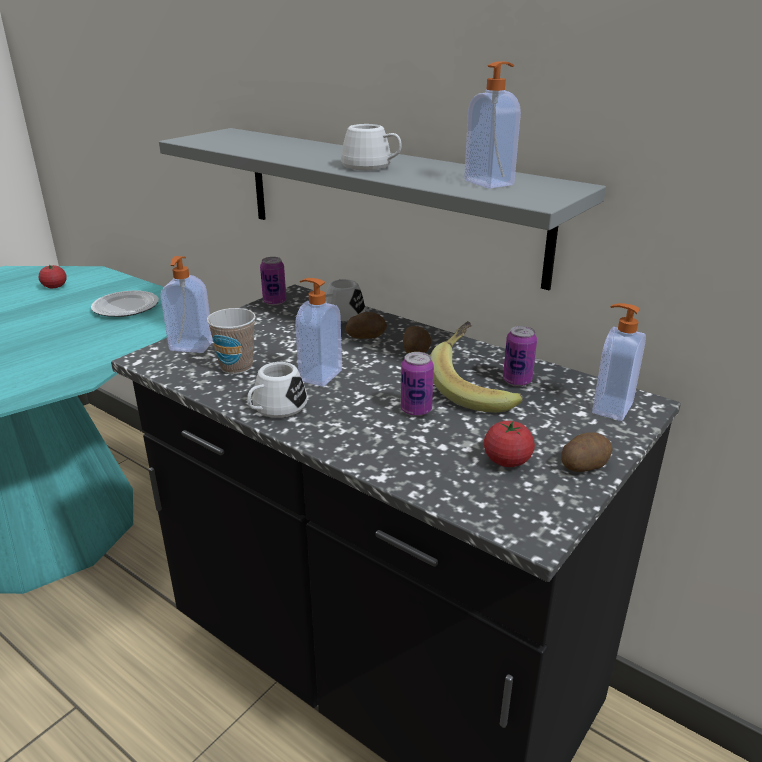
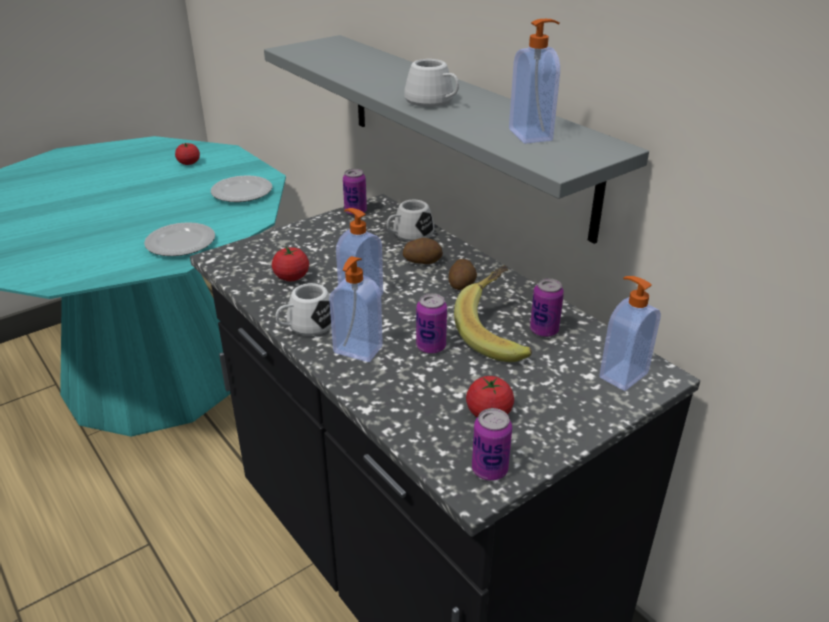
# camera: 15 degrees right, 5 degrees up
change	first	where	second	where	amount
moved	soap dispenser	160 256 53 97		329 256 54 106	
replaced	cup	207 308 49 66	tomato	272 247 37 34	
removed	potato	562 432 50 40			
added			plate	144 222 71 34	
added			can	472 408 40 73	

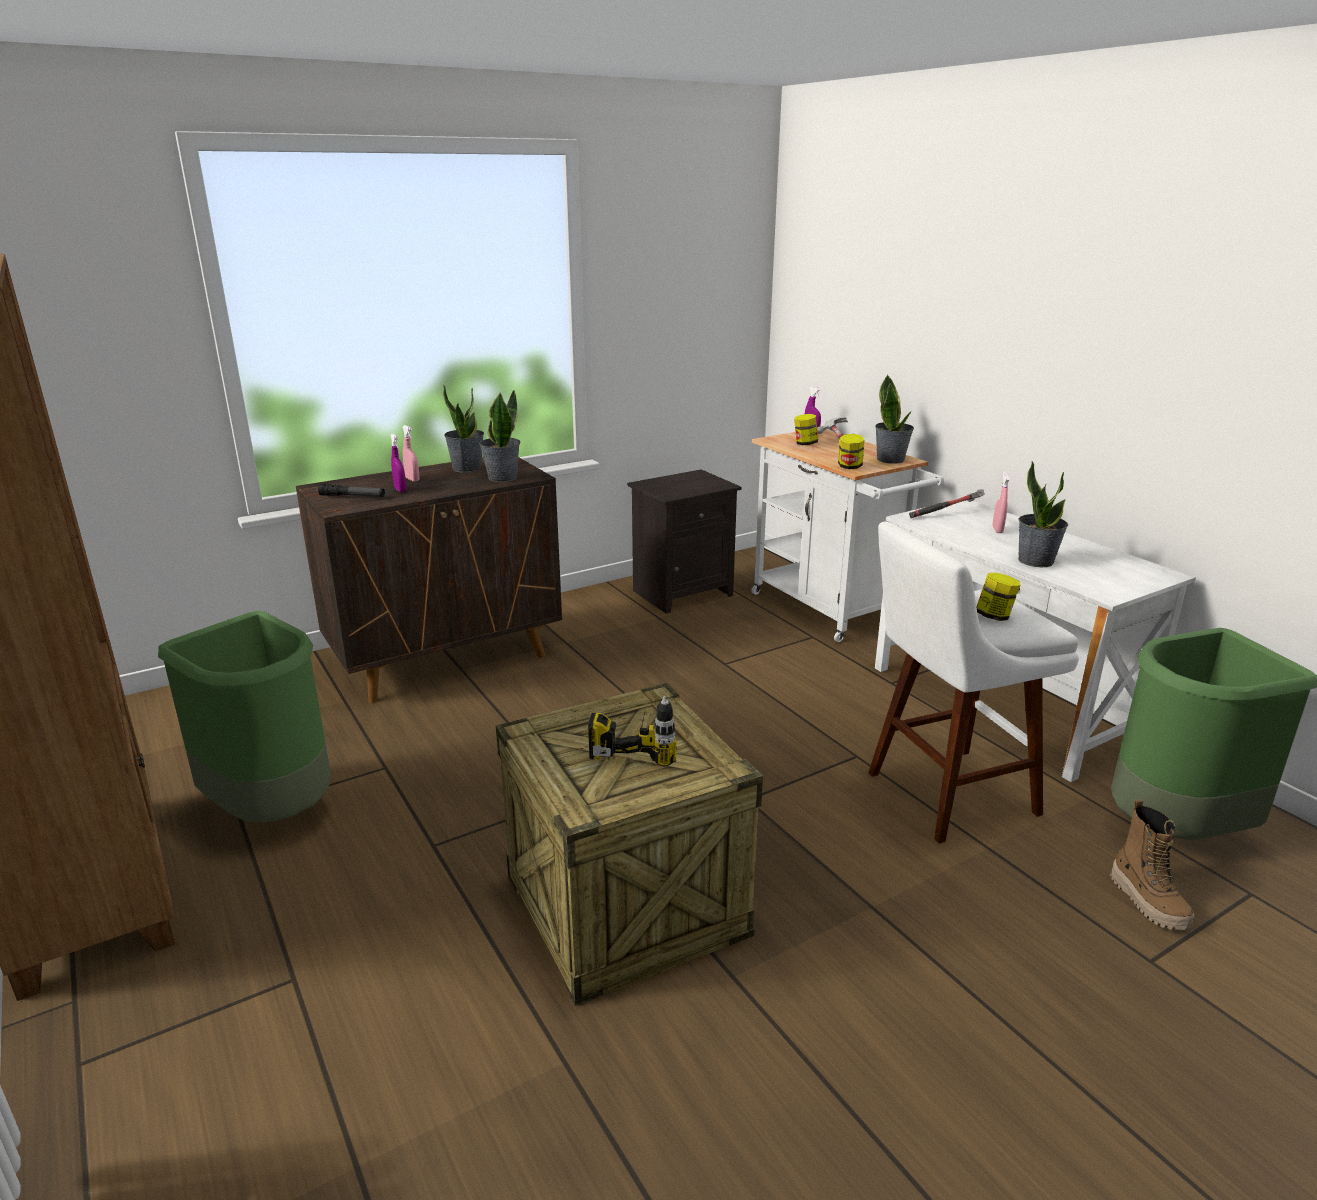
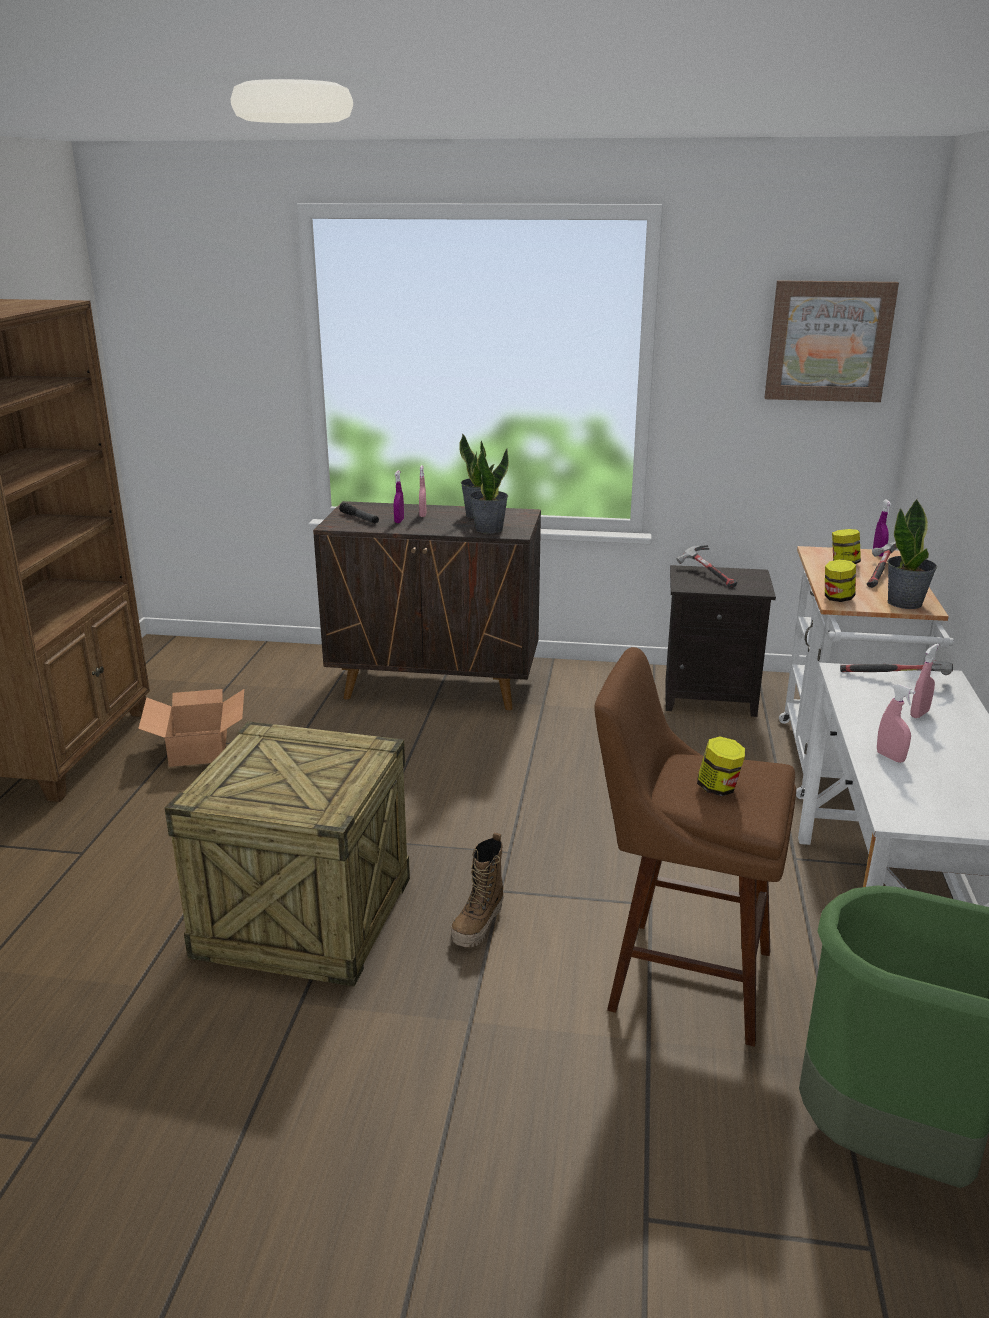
# camera: 40 degrees right, 0 degrees up
change	first	where	second	where	amount
replaced	green trash can	158 611 173 212	cardboard box	138 689 106 78	
removed	power drill	588 696 89 70			
recoloured	white stool	868 522 211 322	brown stool	594 647 202 400	
replaced	potted plant	1018 461 50 106	pink spray bottle	877 684 39 79	
moved	boot	1110 799 84 131		451 833 53 114	
added			hammer	676 545 62 43	
added			picture	764 280 135 122	

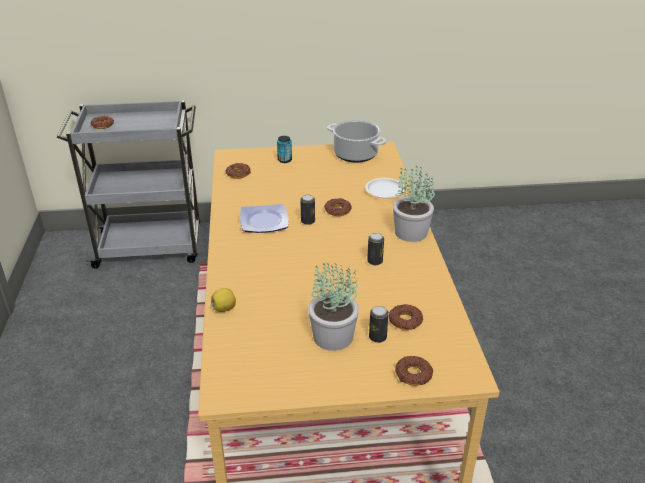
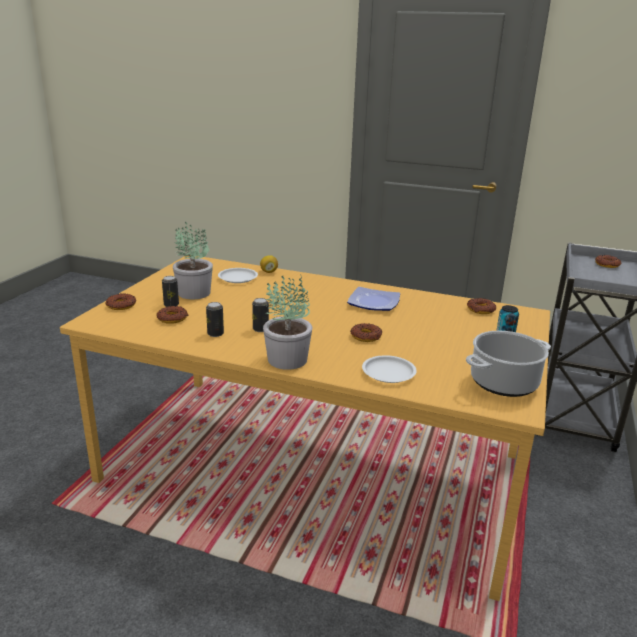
# camera: 115 degrees right, 10 degrees down
change	first	where	second	where	amount
moved	can	300 195 15 30		206 302 18 35	
added			white plate	218 268 40 15	

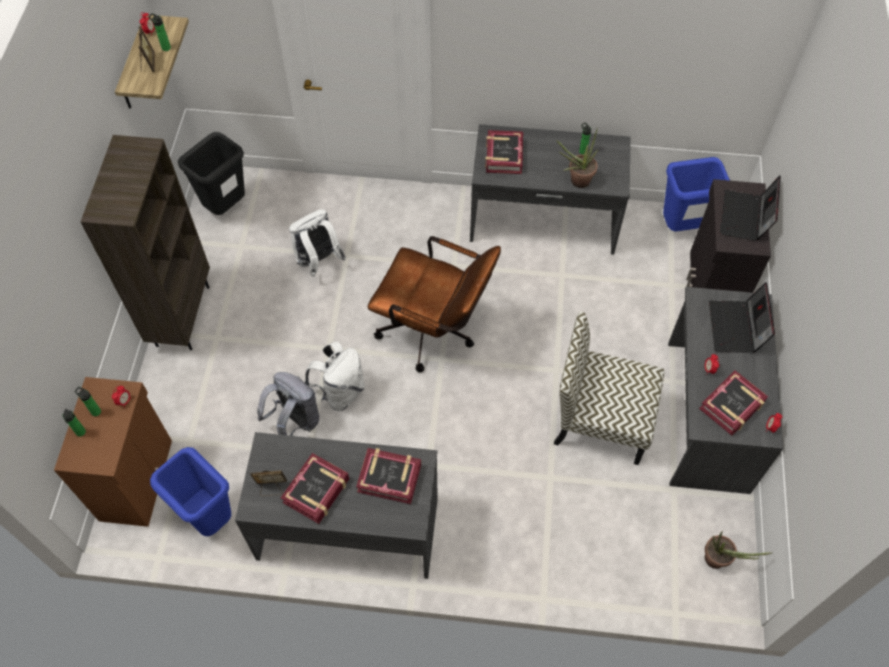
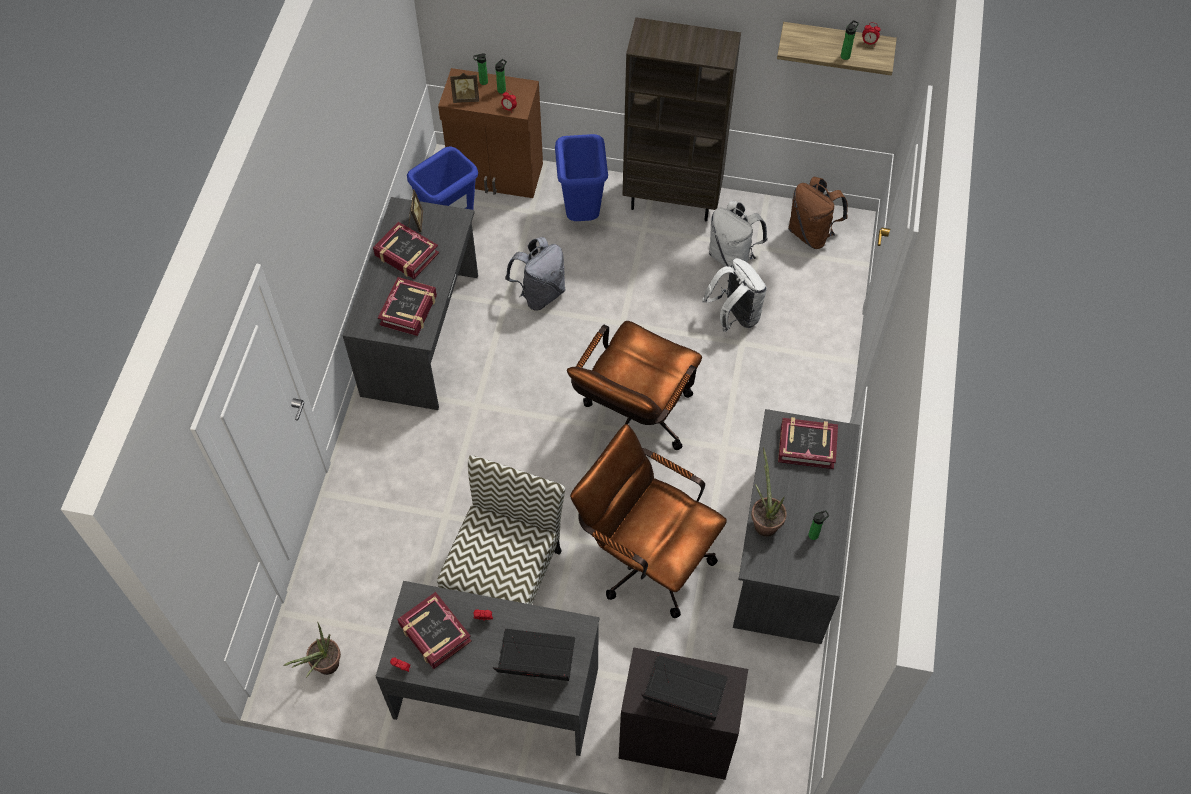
# camera: 95 degrees right, 0 degrees up
change	first	where	second	where	amount
moved	picture frame	139 26 16 46		450 73 29 30	
replaced	black trash can	178 132 67 83	brown backpack	788 177 60 72	
moved	white backpack	304 341 61 70		709 200 59 67	
moved	blue trash can	663 157 67 74		555 134 53 87	
added			brown office chair	570 424 157 194	

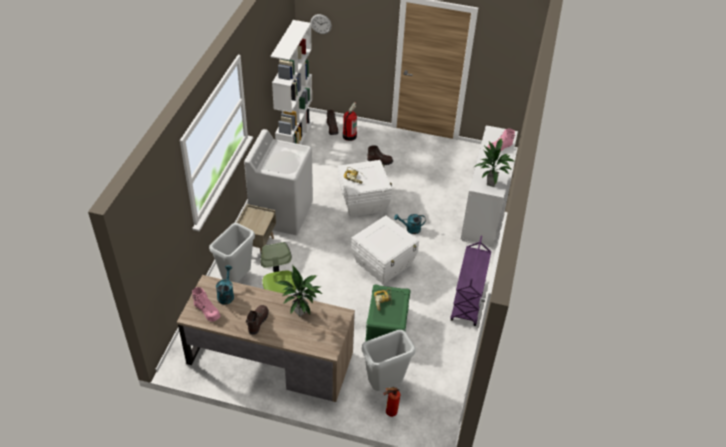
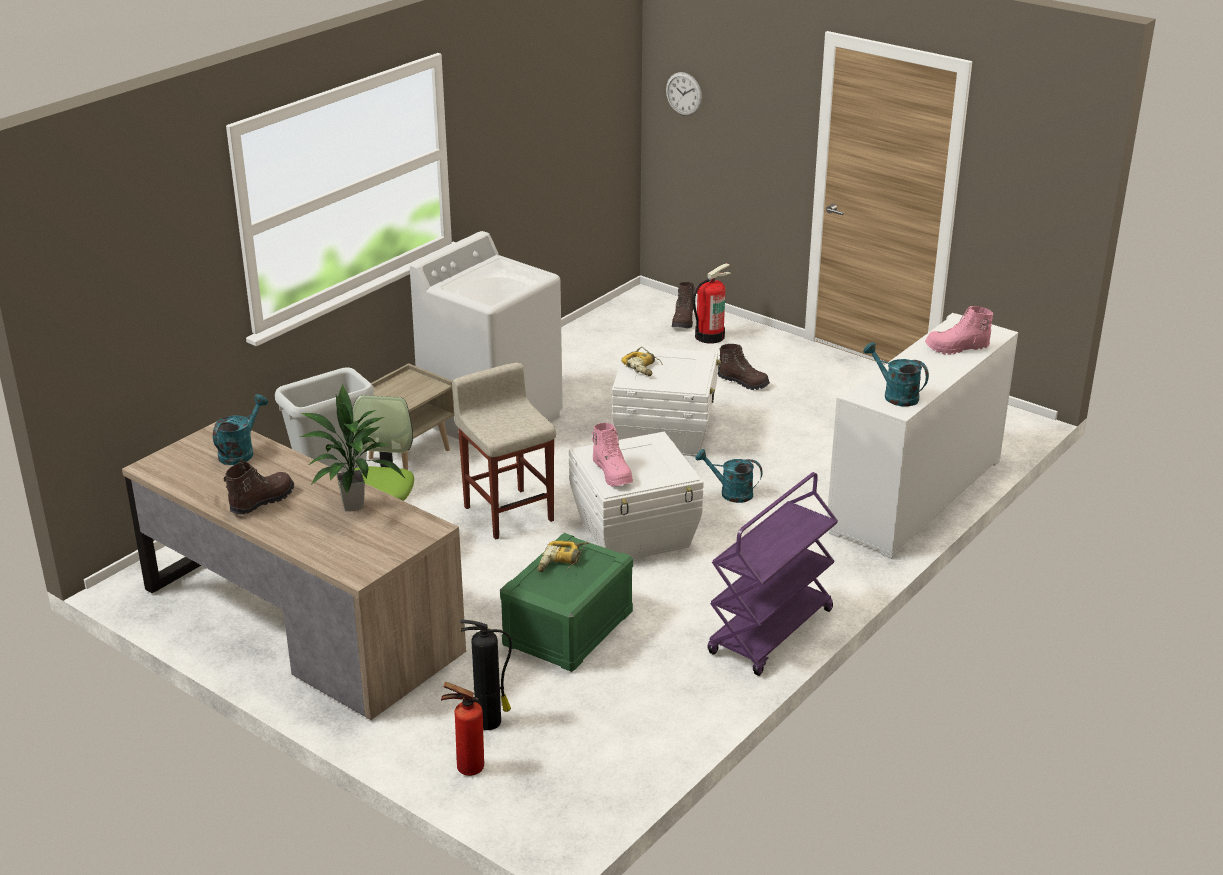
# camera: 25 degrees right, 15 degrees down
change	first	where	second	where	amount
moved	pink boot	192 287 28 35		592 423 41 63	
removed	white bookcase	271 20 42 124			
replaced	grey trash can	362 330 54 61	fire extinguisher	460 620 52 110	
replaced	potted plant	473 138 41 49	turquoise watering can	863 342 66 64	
added			beige stool	452 362 104 178	

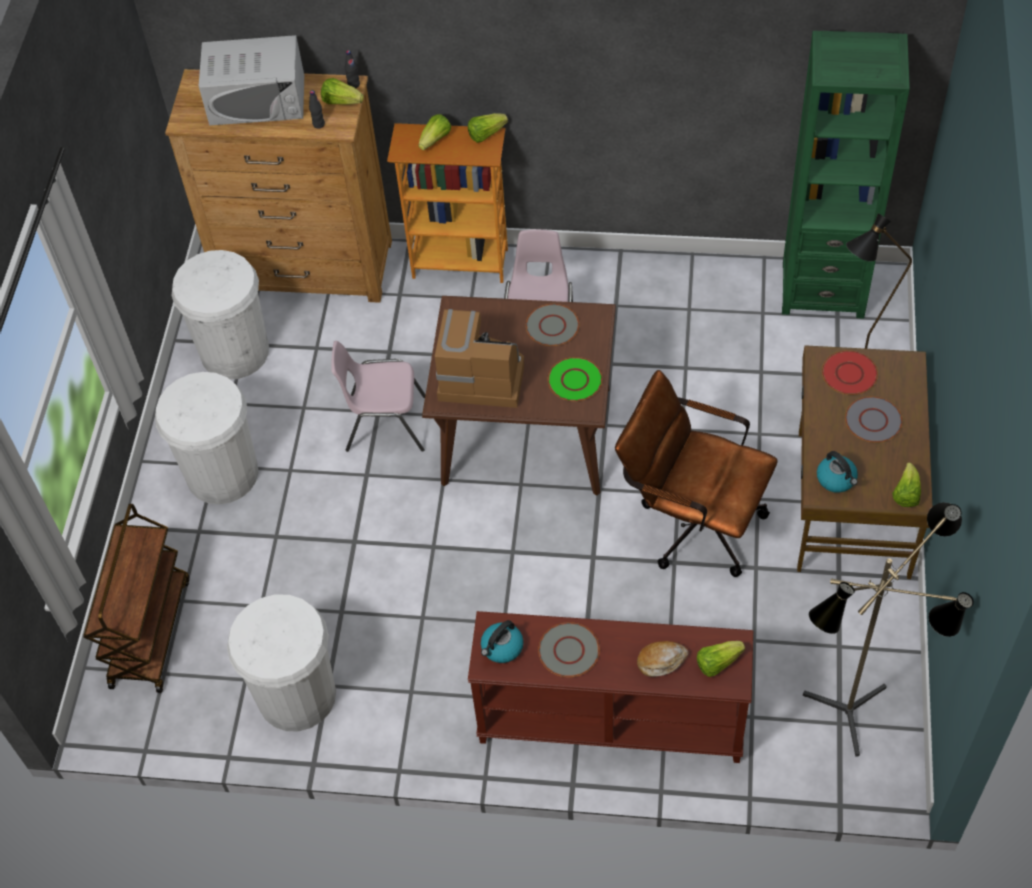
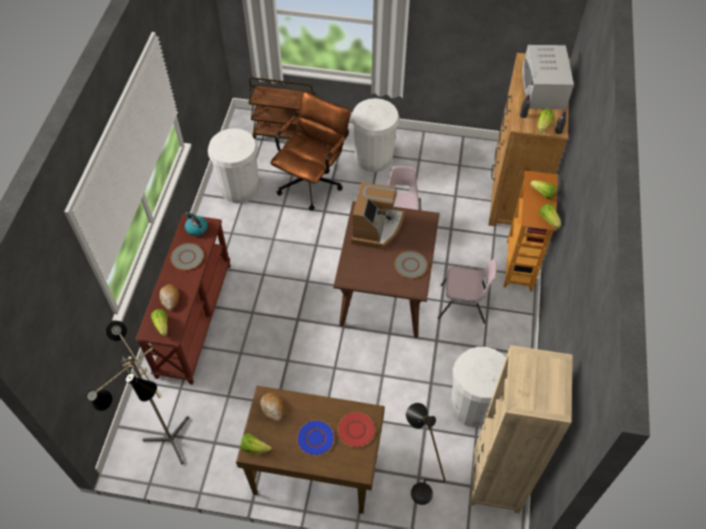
# camera: 90 degrees right, 0 degrees up
change	first	where	second	where	amount
moved	white trash can	172 250 97 129		451 347 55 80	
removed	green plate	547 357 56 44			
moved	brown office chair	615 370 163 207		270 91 81 120	
recoloured	green bookcase	782 31 128 288	beige bookcase	469 345 104 168	
replaced	kettle	817 451 41 42	bread	260 393 24 29	
recoloured	grey plate	845 396 57 47	blue plate	297 420 38 36	

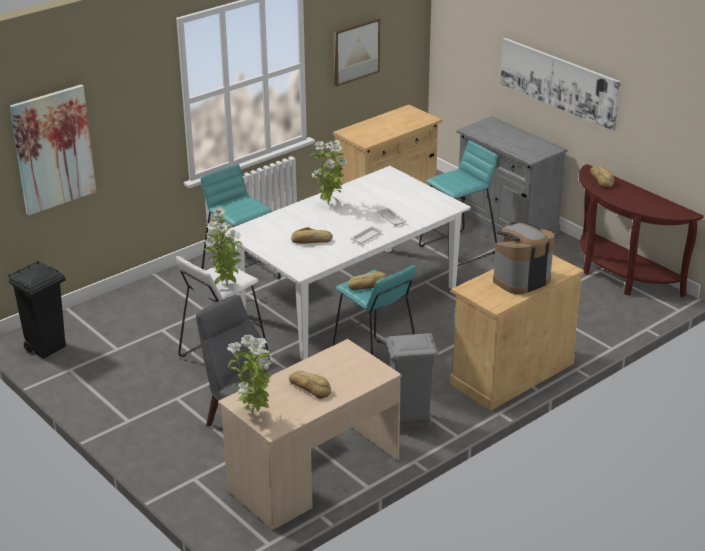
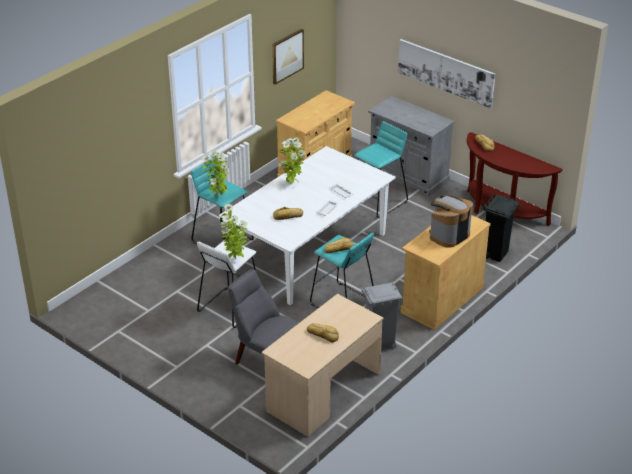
# camera: 10 degrees left, 5 degrees up
change	first	where	second	where	amount
moved	black trash can	8 261 58 98		483 194 37 68	
removed	picture	10 85 86 130			
moved	potted plant	227 335 45 81		201 150 28 49	

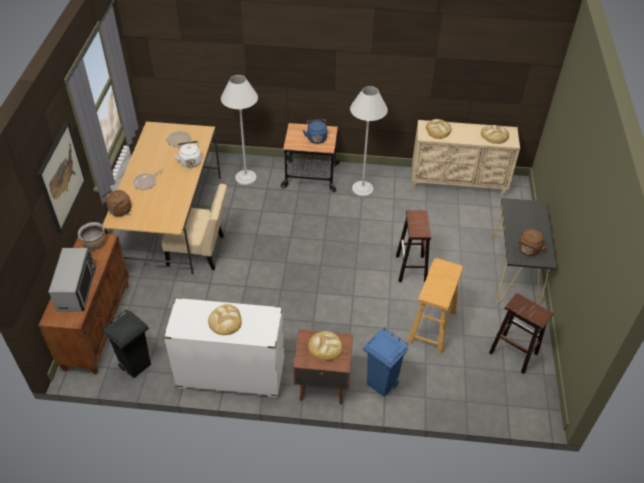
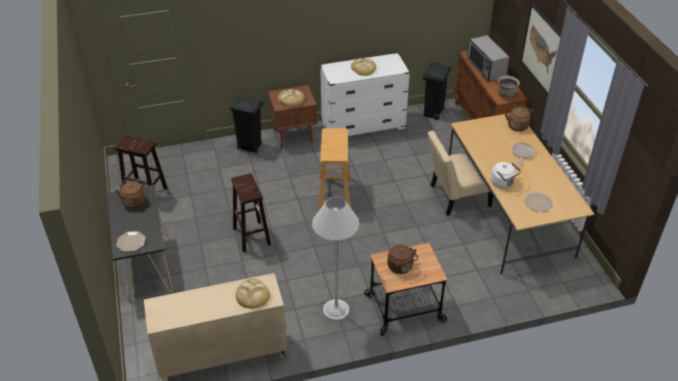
# camera: 160 degrees right, 5 degrees down
change	first	where	second	where	amount
removed	white floor lamp	221 75 37 110			
recoloured	blue kettle	303 119 24 25	brown kettle	387 245 31 29	
recoloured	blue trash can	363 327 45 70	black trash can	230 96 33 57	
moved	beige stool	407 258 56 96		317 128 34 82	
removed	bread	481 125 28 19			
added			plate	116 231 30 21	

